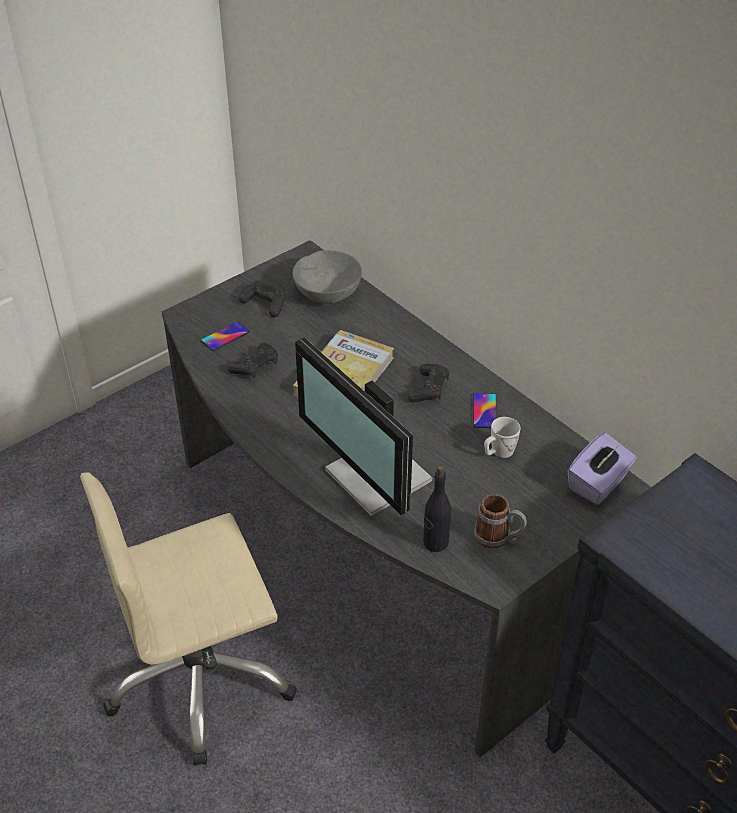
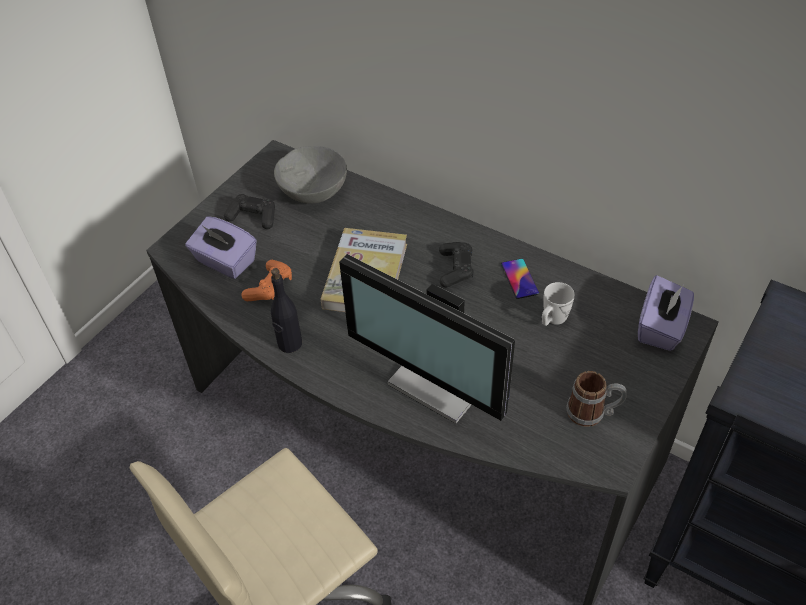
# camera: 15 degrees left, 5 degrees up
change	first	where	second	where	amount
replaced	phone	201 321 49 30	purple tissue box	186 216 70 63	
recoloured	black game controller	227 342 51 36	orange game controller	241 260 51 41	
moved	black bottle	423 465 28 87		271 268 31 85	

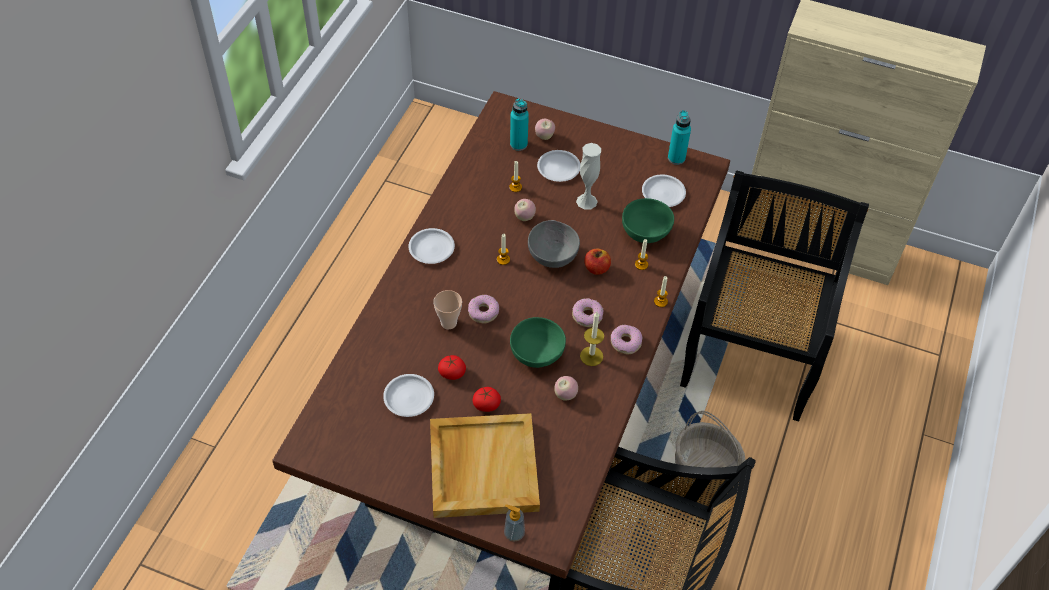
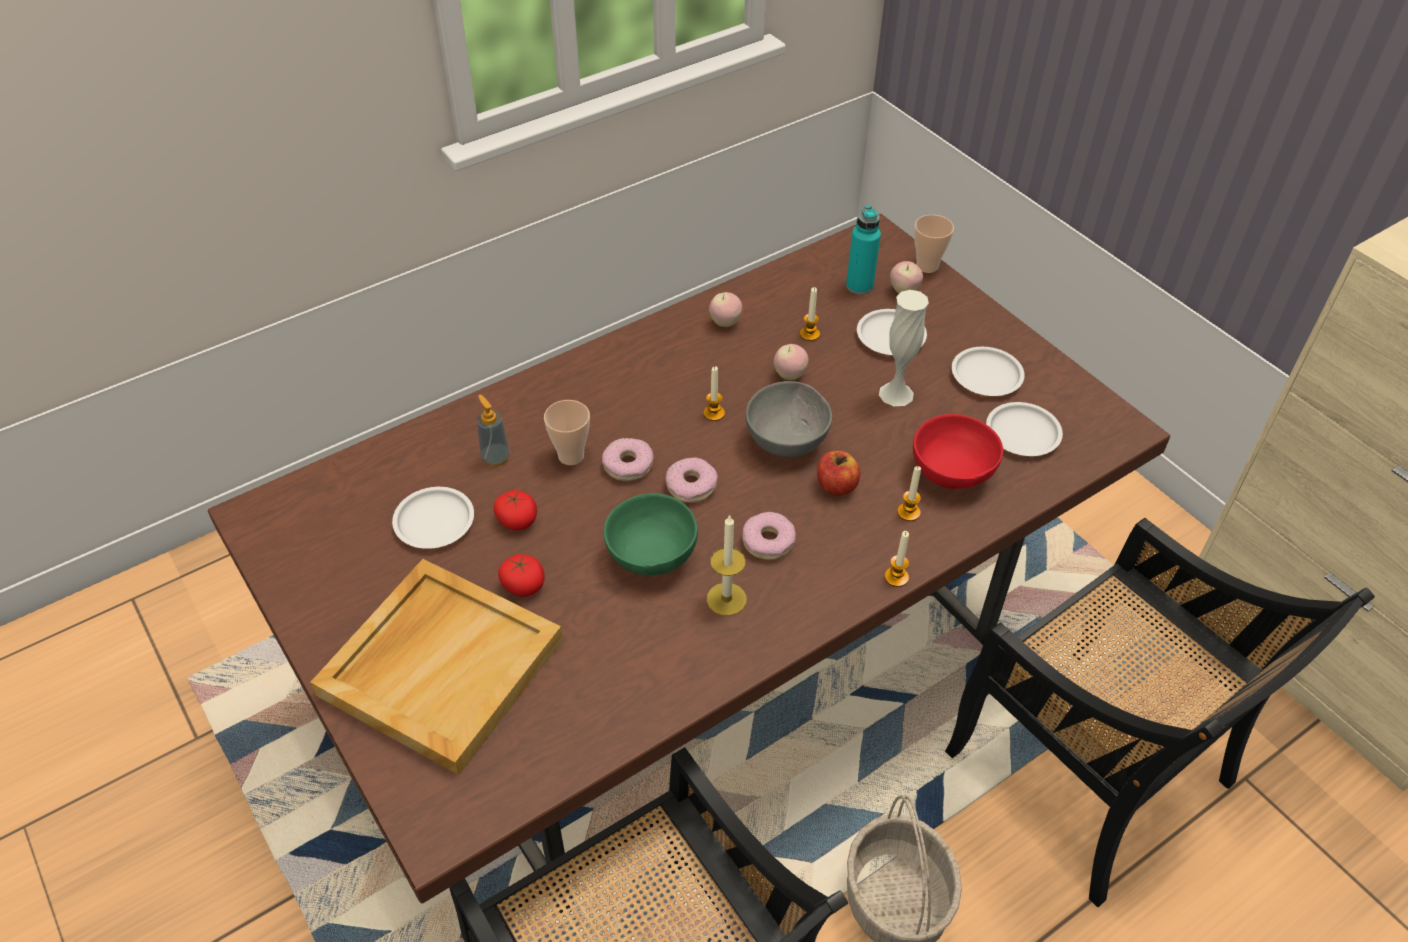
# camera: 35 degrees right, 5 degrees down
change	first	where	second	where	amount
moved	white plate	409 228 46 36		952 347 72 49	
moved	soap dispenser	504 504 21 38		476 394 34 72	
moved	apple	554 376 24 25		709 292 33 35	
moved	donut	611 325 31 29		665 458 53 45	
recoloured	green bowl	622 198 52 45	red bowl	913 414 90 75	
removed	turquoise bottle	668 110 23 55			
turned	black chair	680 170 189 251		945 518 430 389	90 degrees clockwise
added			cup	914 215 40 58	

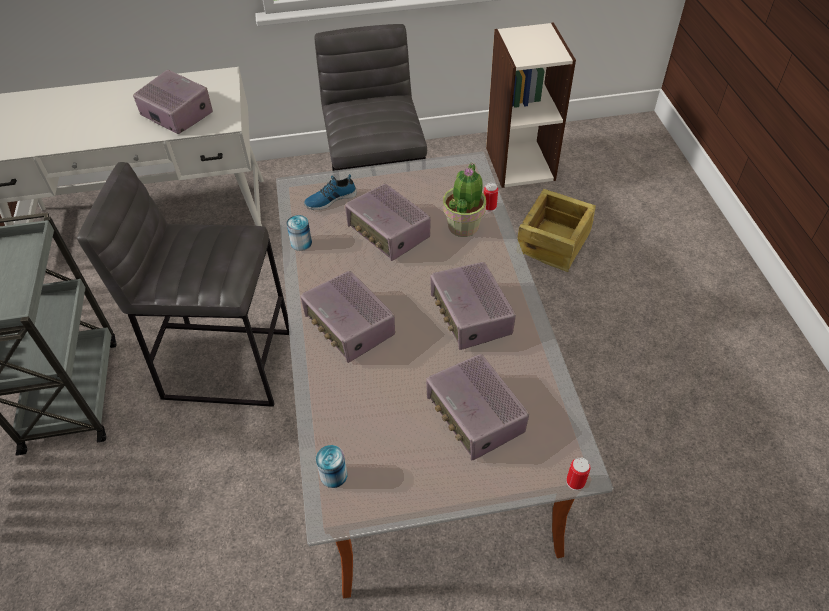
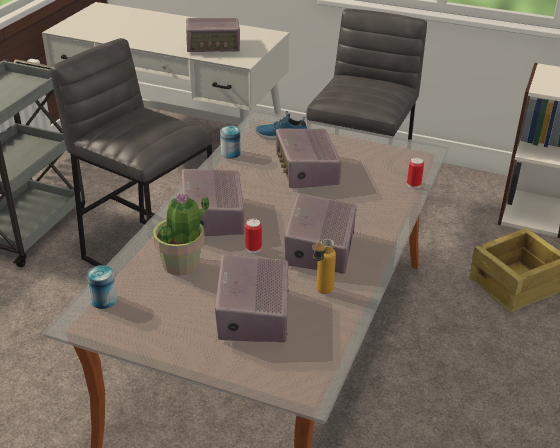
# camera: 30 degrees right, 15 degrees down
change	first	where	second	where	amount
turned	radio	133 70 80 64		186 18 54 34	105 degrees clockwise
moved	potted plant	443 163 43 74		153 193 56 83	
moved	can	566 457 25 34		245 219 17 34	
added			bottle	312 239 24 55	

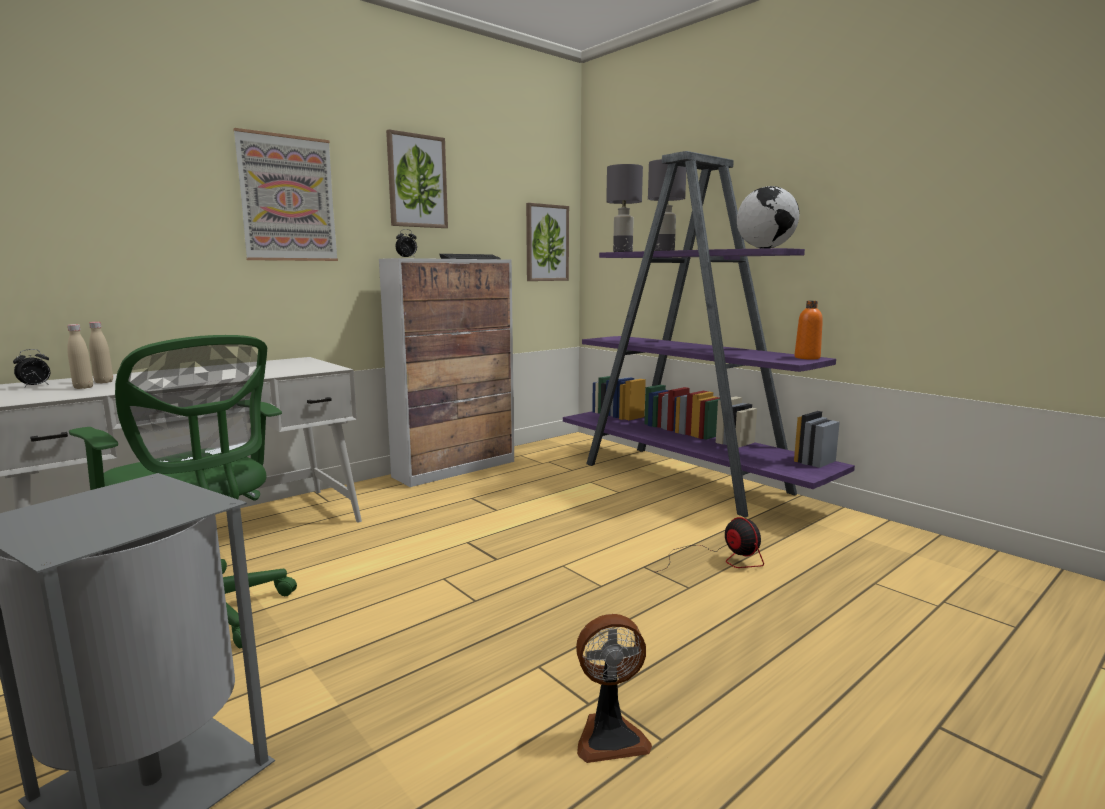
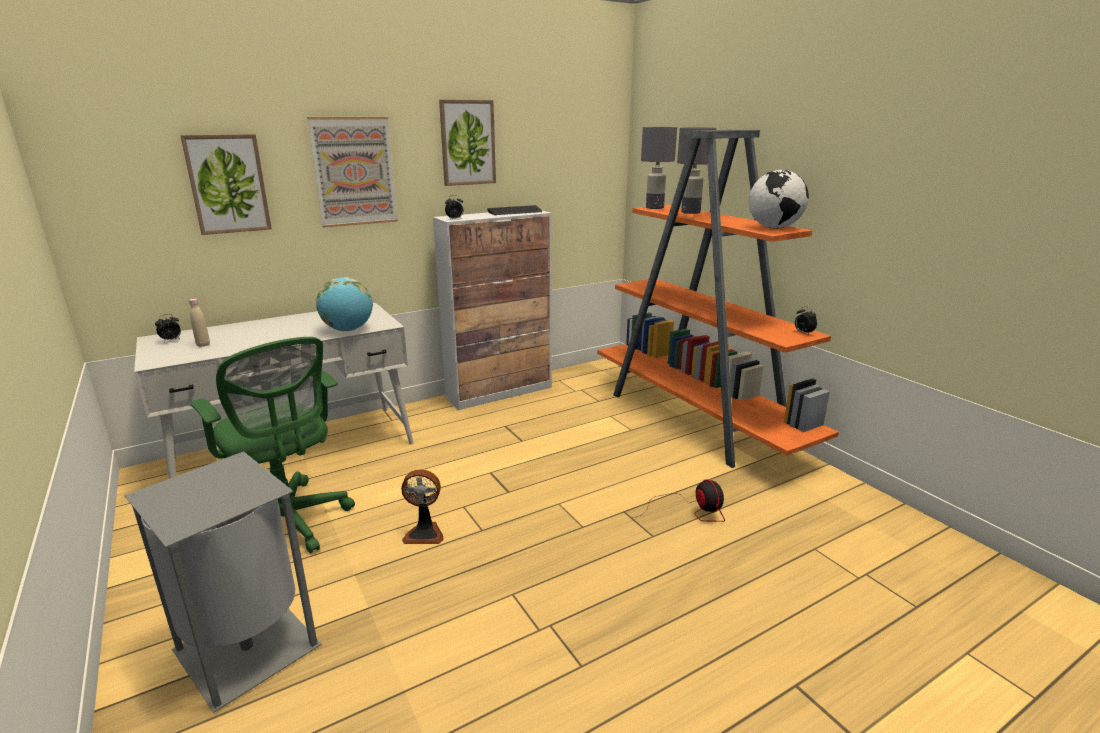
# camera: 10 degrees right, 10 degrees up
change	first	where	second	where	amount
removed	beige bottle	89 322 24 61			
moved	picture	526 203 43 78		180 134 92 101	
recoloured	purple bookcase	563 151 292 367	orange bookcase	597 130 242 338	
moved	fan	576 614 76 149		401 469 43 75	
replaced	orange bottle	795 301 28 59	alarm clock	795 306 22 29	
added			globe	316 277 57 54	

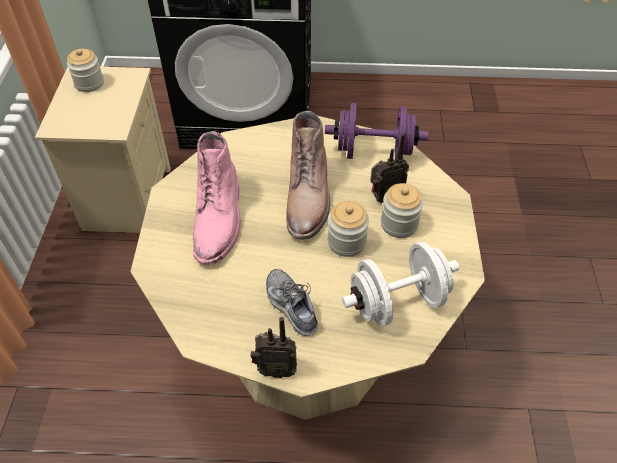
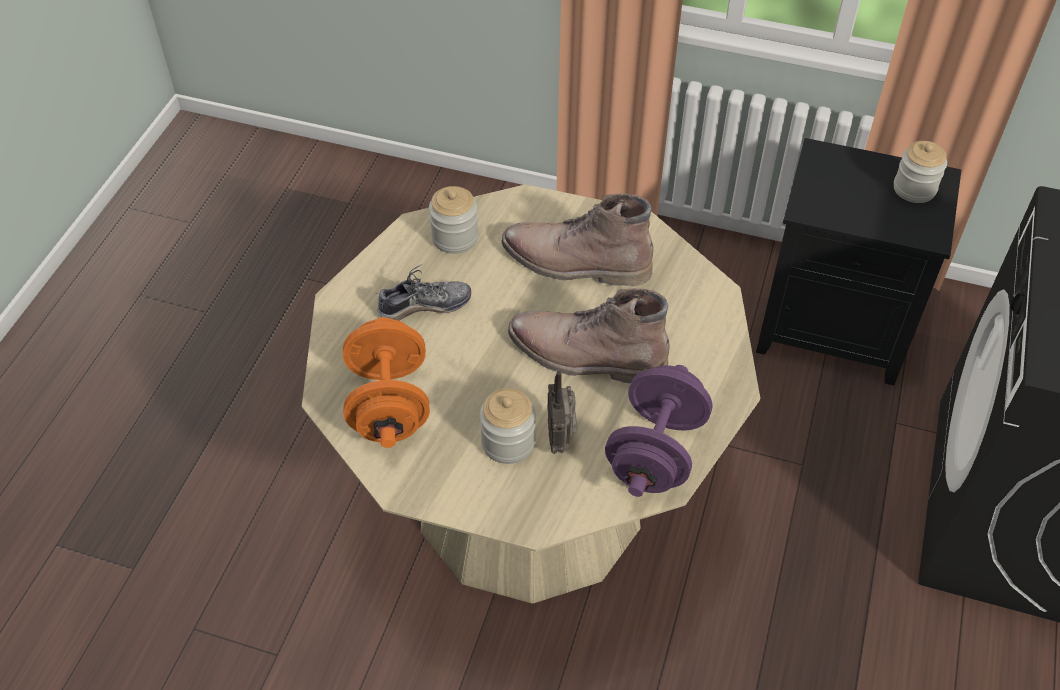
# camera: 105 degrees right, 0 degrees up
change	first	where	second	where	amount
recoloured	beige nightstand	35 67 136 166	black nightstand	756 138 205 248	
recoloured	pink boot	193 131 48 134	brown boot	501 194 152 92	
removed	radio	251 317 46 61			
moved	jar	328 201 41 56		429 186 49 68	
recoloured	white dumbbell	342 242 117 84	orange dumbbell	343 317 87 131	

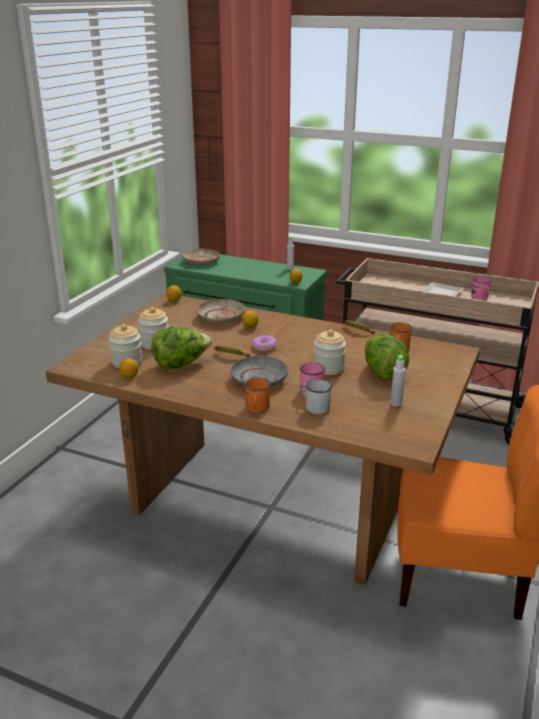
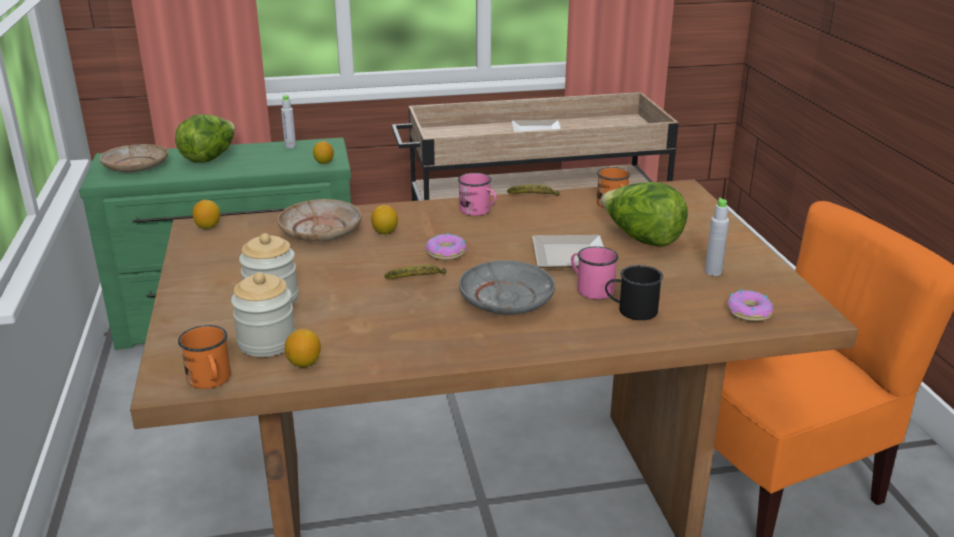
# camera: 35 degrees left, 0 degrees up
change	first	where	second	where	amount
moved	lettuce	152 326 60 43		175 114 60 49	
moved	orange mug	244 377 27 35		178 325 53 64	
recoloured	white mug	301 379 31 35	black mug	605 265 58 55	
replaced	jar	313 329 33 46	plate	532 235 72 33	
moved	pink mug	471 276 21 24		458 173 39 43	
added			donut	727 289 47 32	

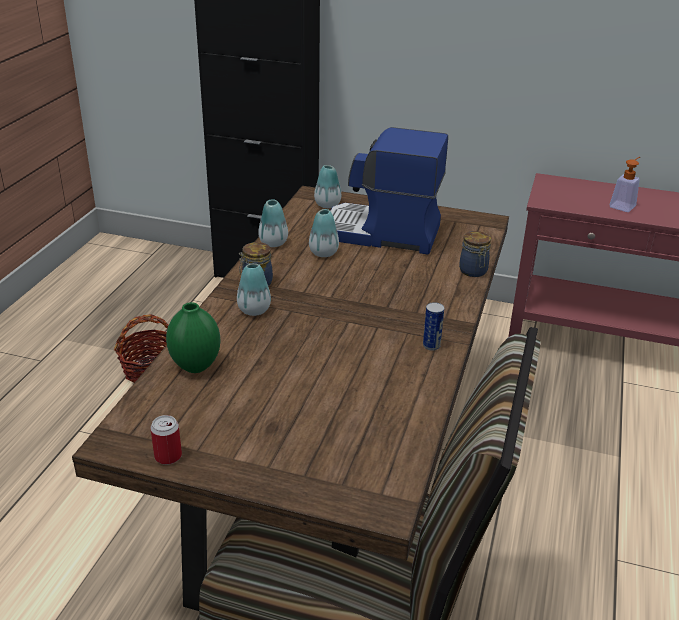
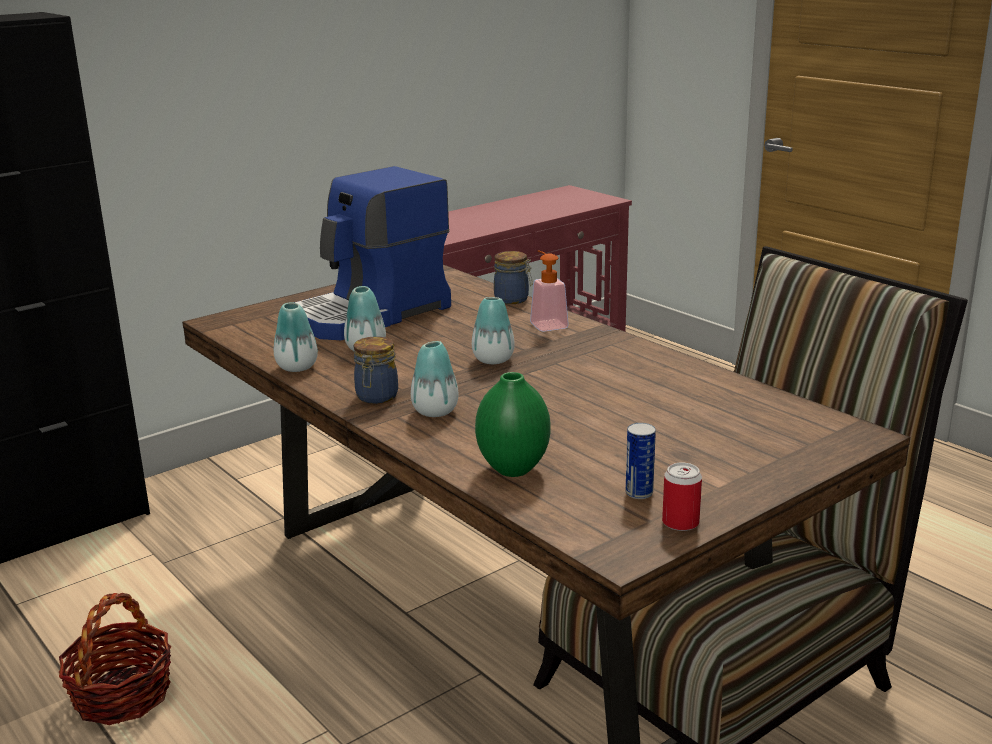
# camera: 55 degrees left, 10 degrees down
change	first	where	second	where	amount
moved	vase	314 165 27 43		472 297 43 67	
moved	can	423 302 21 49		626 423 30 76	
moved	soap dispenser	610 157 30 55		530 250 39 82	

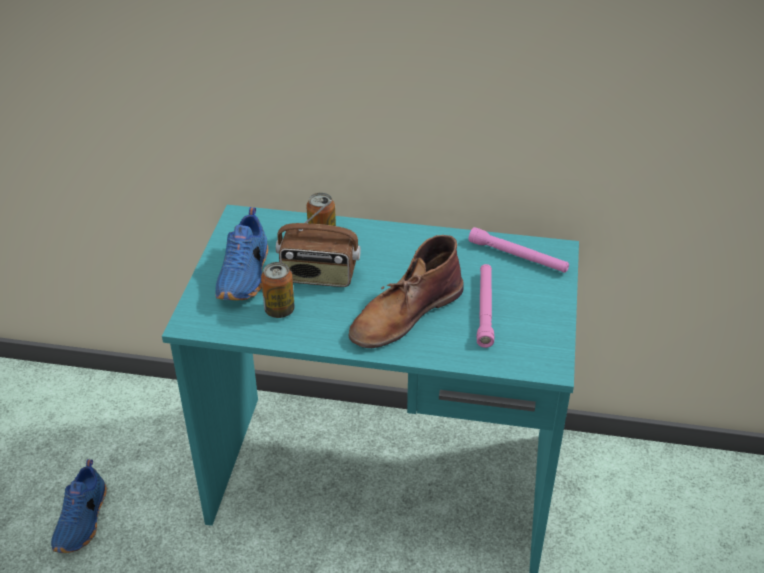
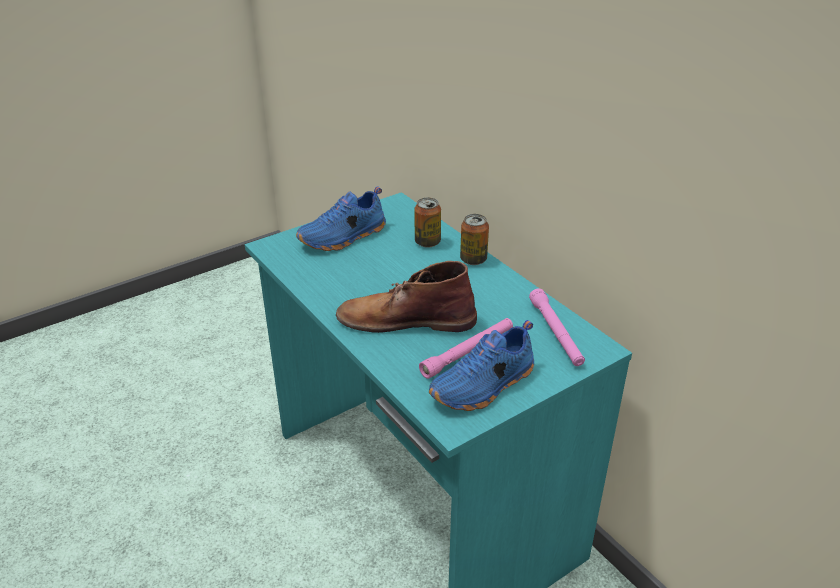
# camera: 45 degrees right, 5 degrees down
change	first	where	second	where	amount
moved	blue shoe	51 459 56 94		429 320 105 91	
moved	can	261 262 34 56		460 214 29 51	
removed	radio	276 200 85 87			

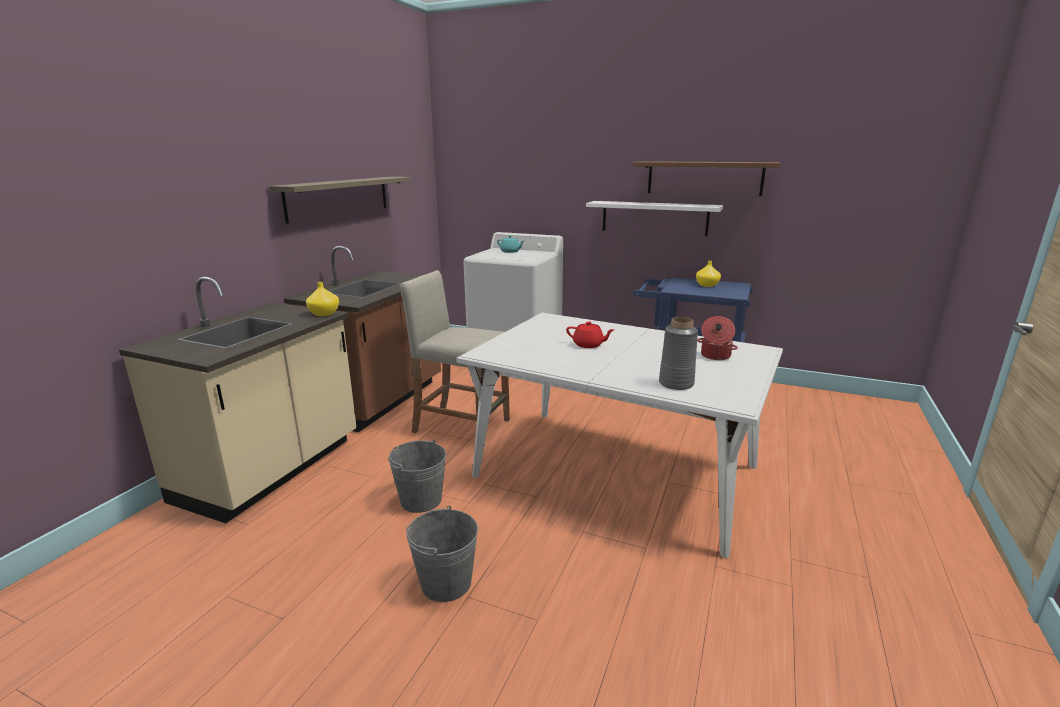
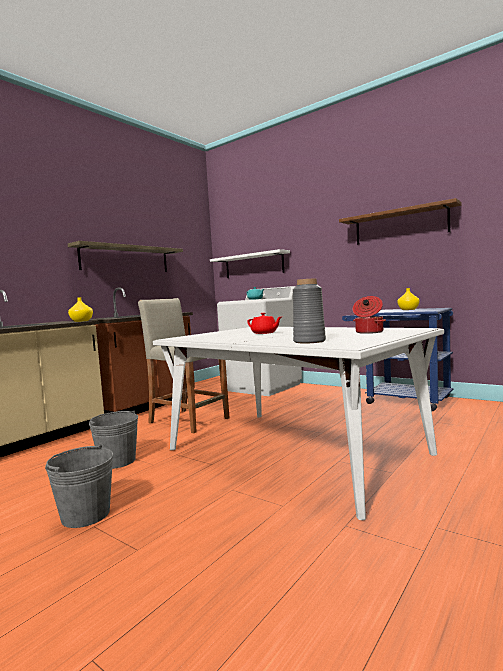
# camera: 15 degrees right, 15 degrees down
change	first	where	second	where	amount
moved	white shelf	586 201 137 35		210 249 80 29	

